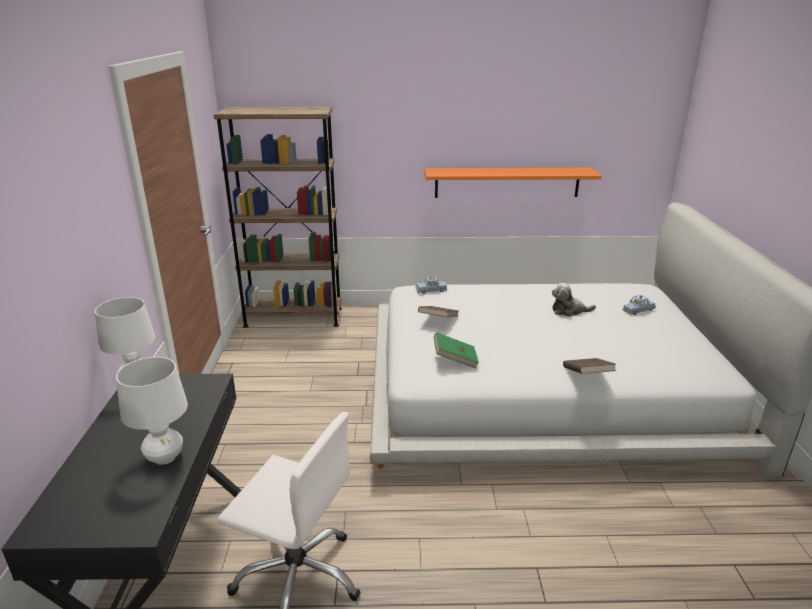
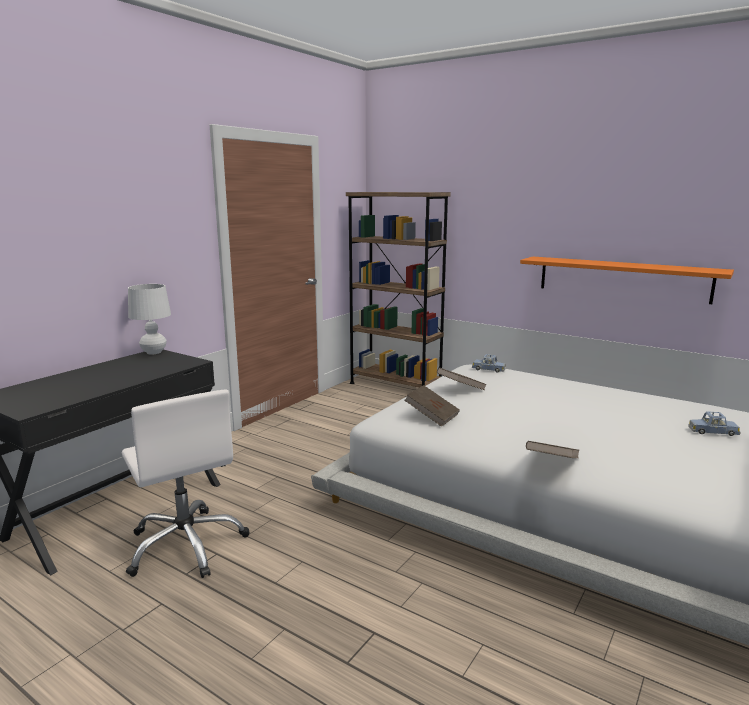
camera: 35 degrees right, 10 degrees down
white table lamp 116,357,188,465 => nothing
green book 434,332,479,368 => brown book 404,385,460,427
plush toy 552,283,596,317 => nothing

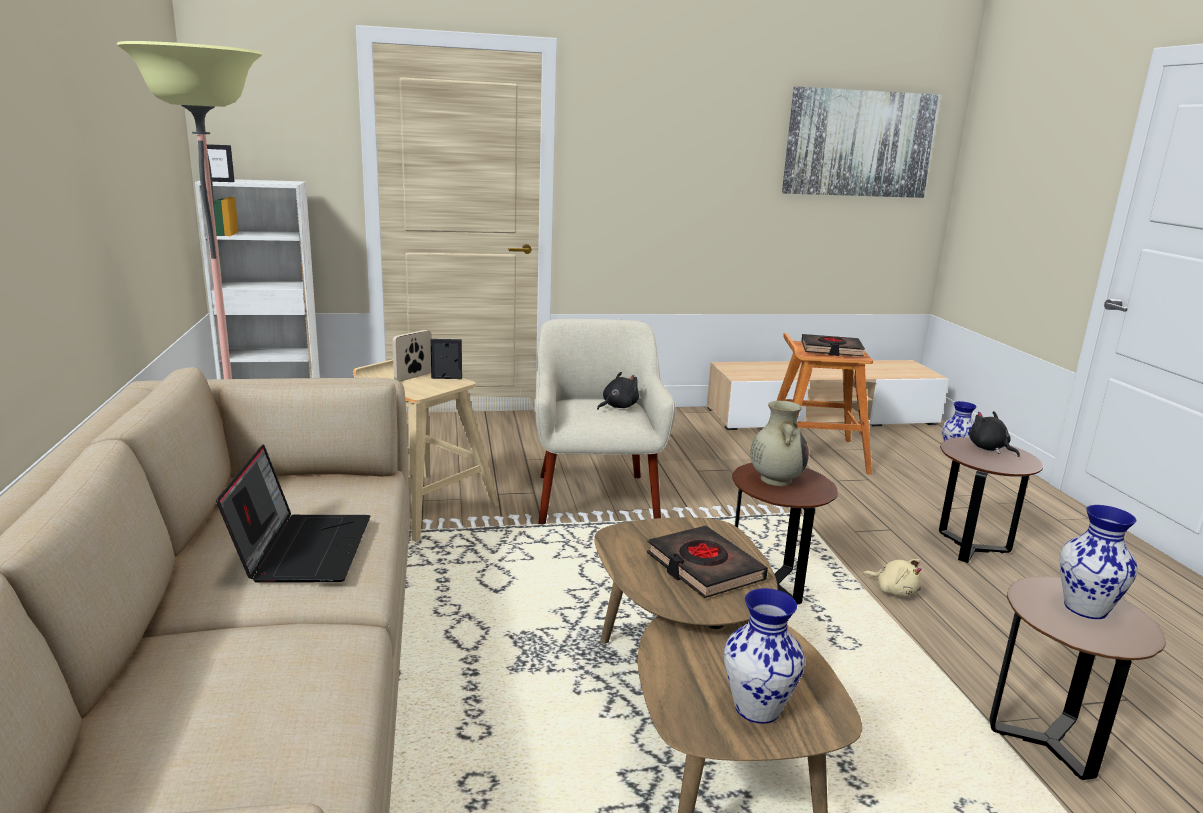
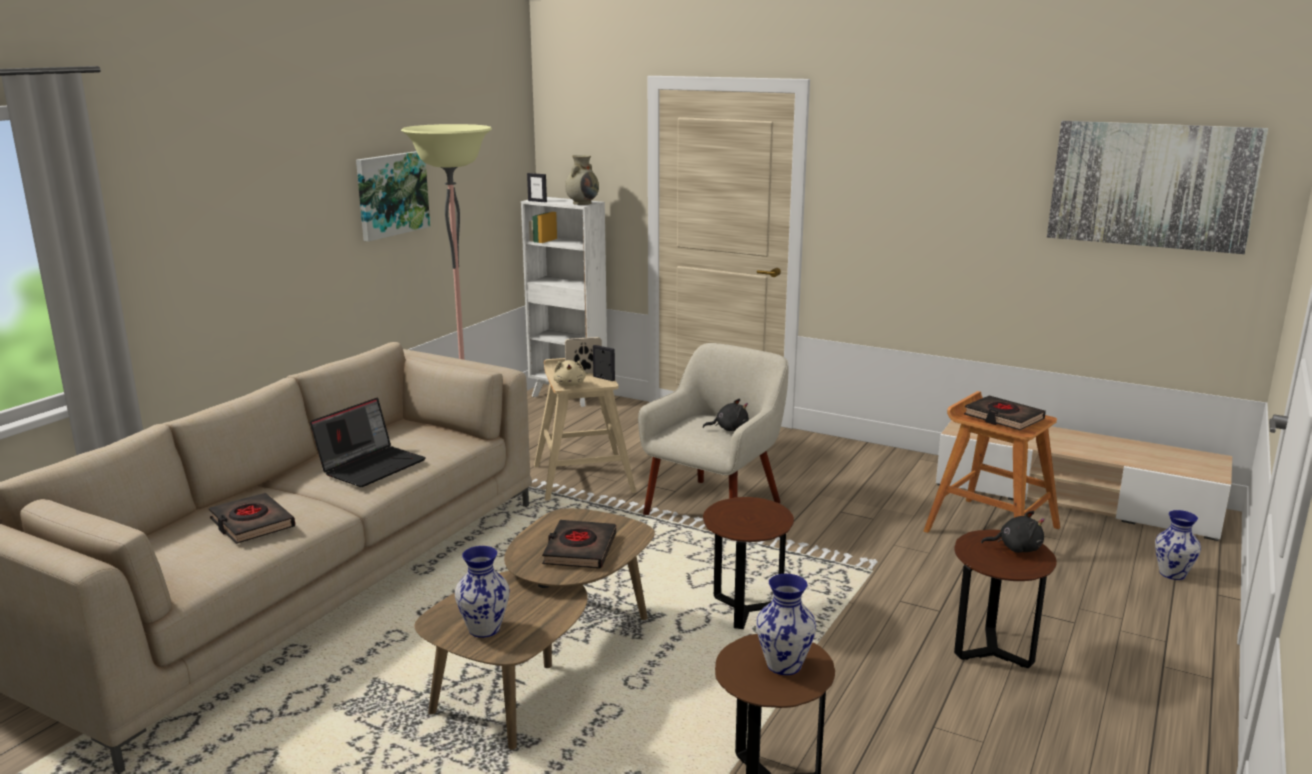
camera: 40 degrees right, 0 degrees up
beige vase 750,401,809,486 => beige vase 565,155,599,205, shifted
beige plush toy 863,559,922,596 => beige plush toy 553,360,586,386, shifted
black plush toy 969,411,1020,457 => black plush toy 981,511,1045,553, 90 degrees clockwise
nothing => black book 209,493,295,544
nothing => picture 356,151,430,242

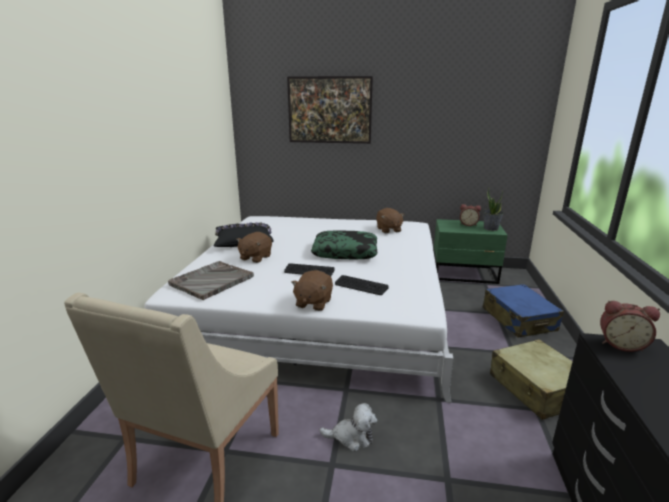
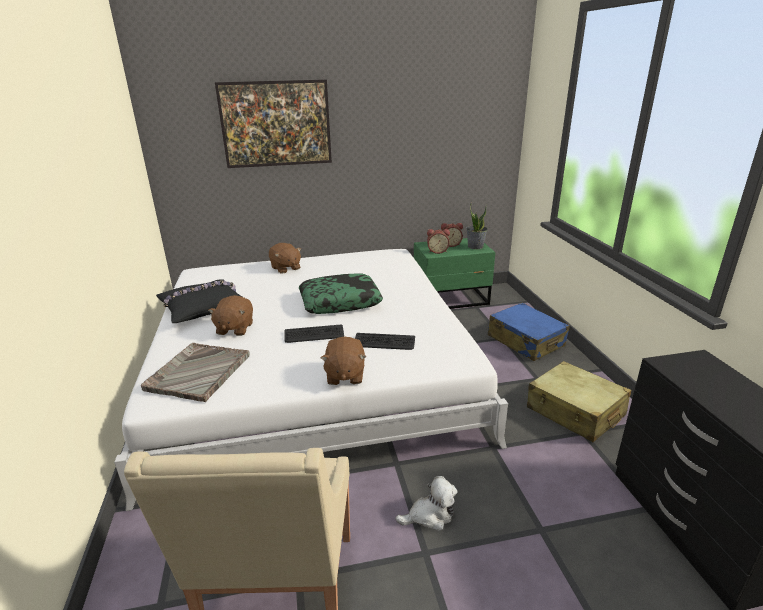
camera: 20 degrees left, 5 degrees up
brown plush toy 376,208,405,233 => brown plush toy 269,243,301,274, shifted
alarm clock 600,301,660,352 => alarm clock 427,229,450,254, shifted

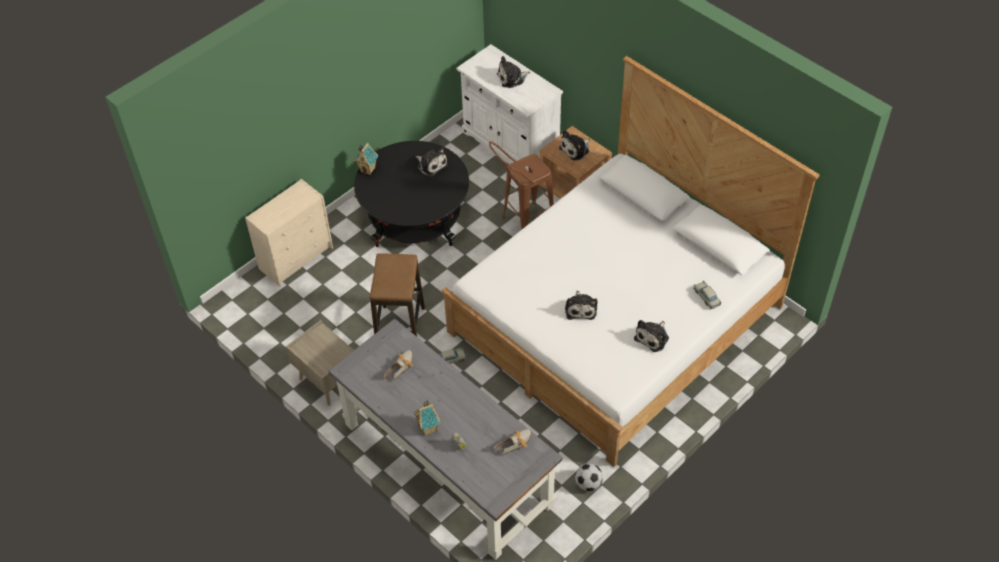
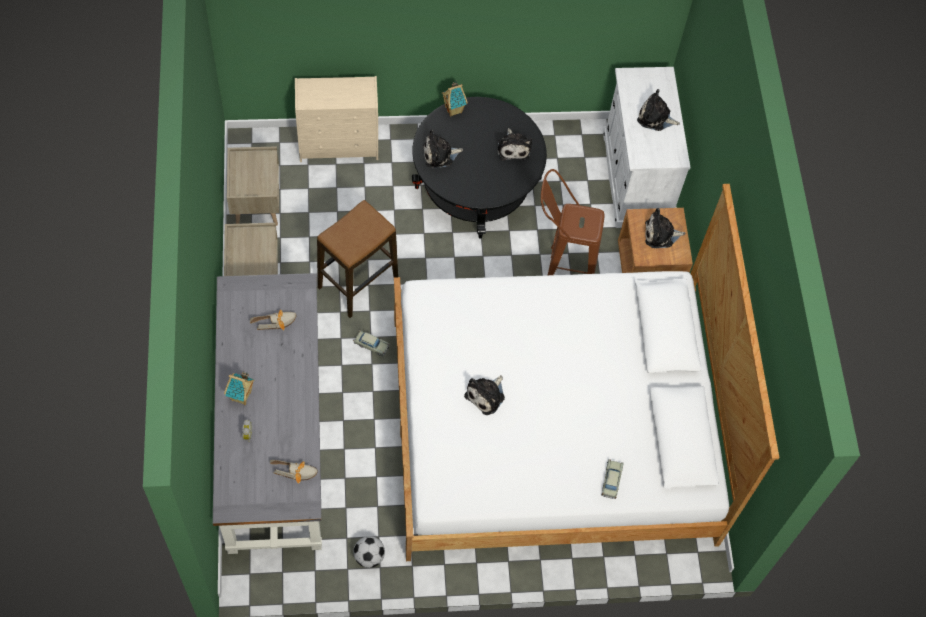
camera: 35 degrees right, 10 degrees up
plush toy 634,320,669,352 => plush toy 423,129,463,169, shifted
nothing => beige nightstand 227,146,279,226

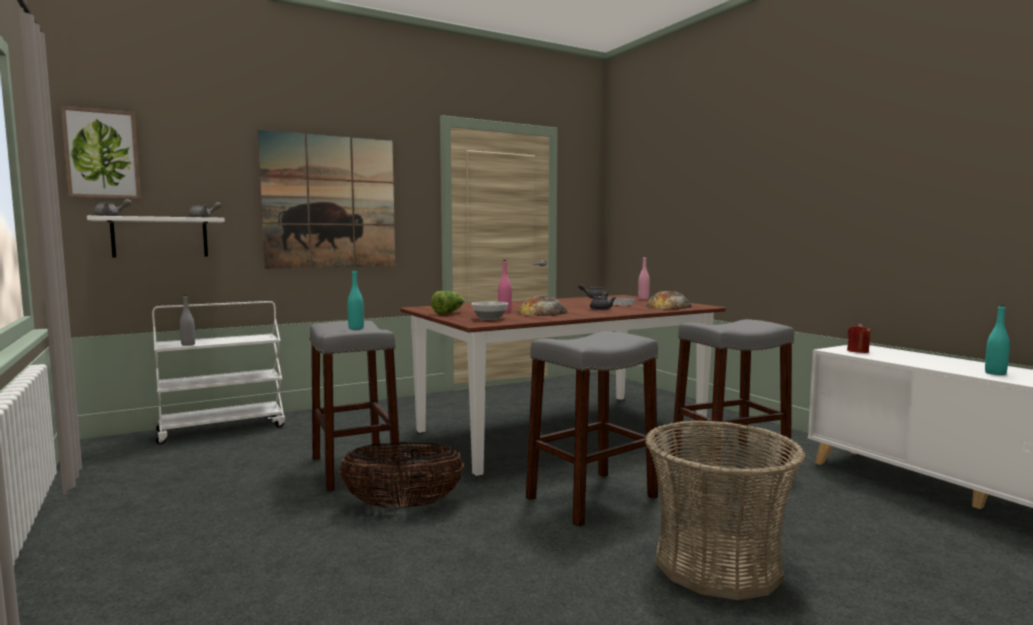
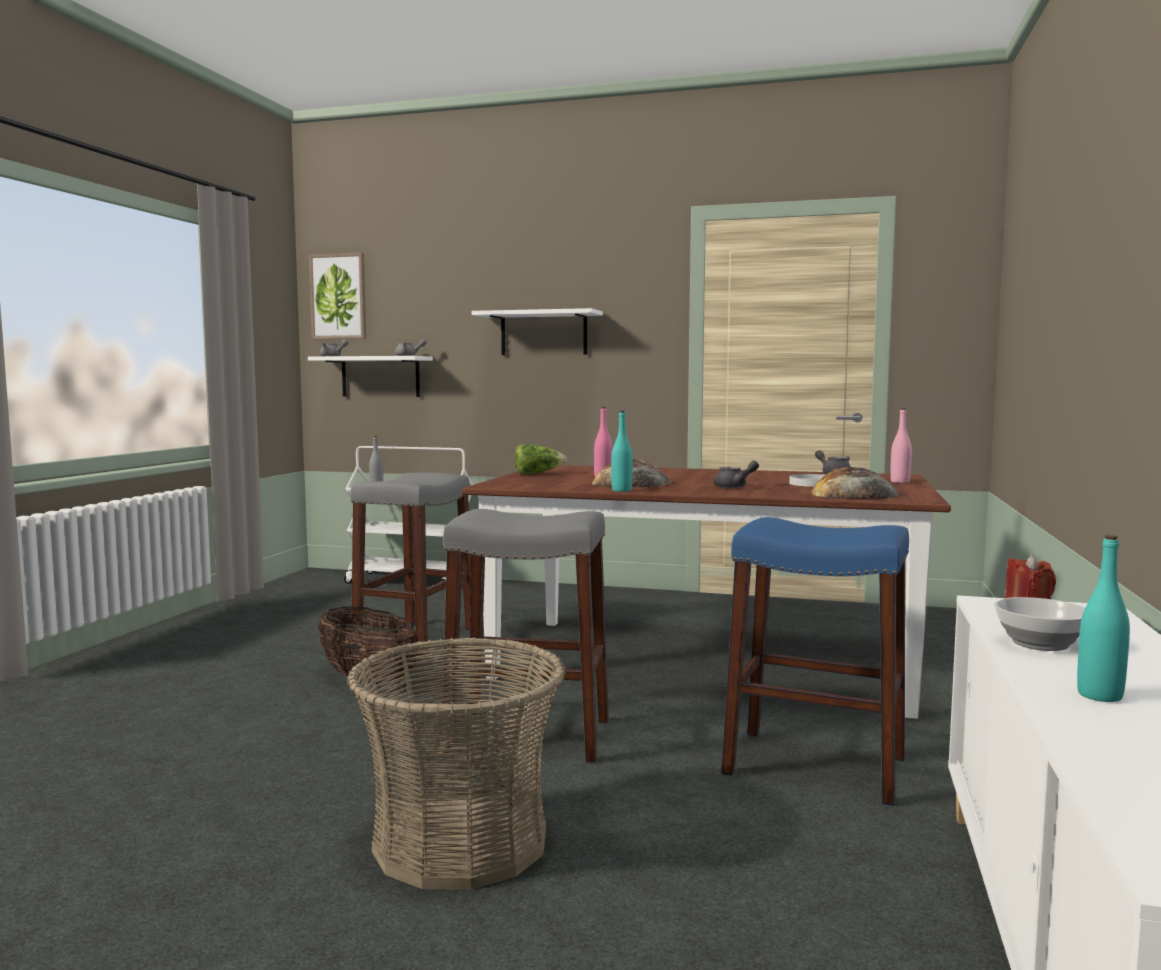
camera: 45 degrees right, 0 degrees up
picture 258,130,395,269 => white shelf 472,308,603,355
turquoise bottle 347,270,364,330 => turquoise bottle 611,411,632,492, shifted
bowl 471,302,508,320 => bowl 994,597,1085,651, shifted
grey stool 671,319,794,477 => blue stool 721,517,909,806

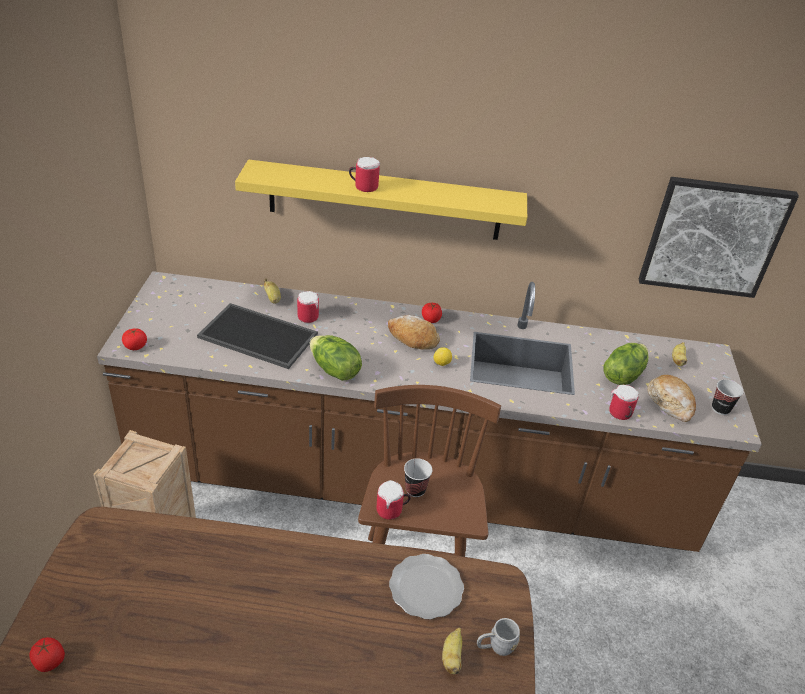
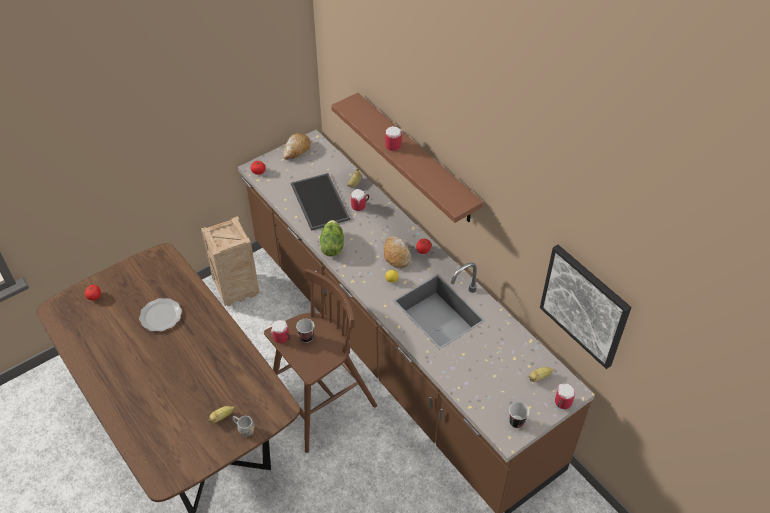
camera: 50 degrees right, 10 degrees up
yellow shelf 235,159,527,240 => brown shelf 331,93,483,223
plate 389,554,464,619 => plate 139,298,182,332, shifted
lettuce 604,343,649,385 => nothing
mug 609,385,639,420 => mug 555,384,575,409, shifted
bread 647,375,696,422 => bread 283,133,311,160, shifted

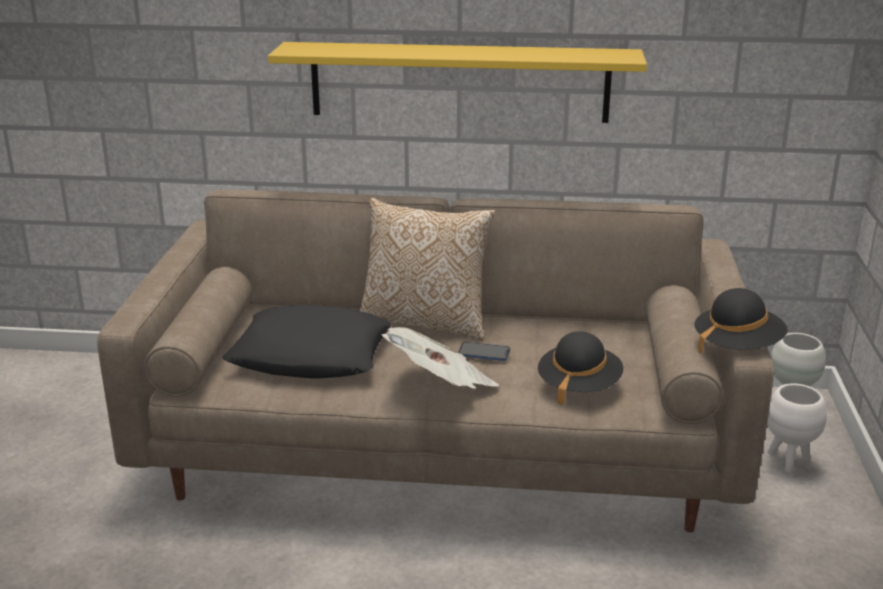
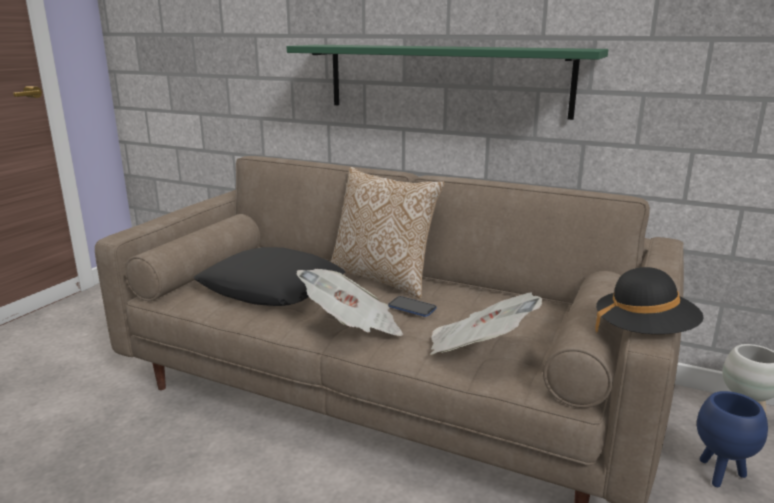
camera: 20 degrees right, 5 degrees down
yellow shelf 268,42,647,123 => green shelf 287,45,608,120
black hat 538,331,623,406 => newspaper 430,292,542,355
white planter 767,383,827,473 => blue planter 697,391,768,487

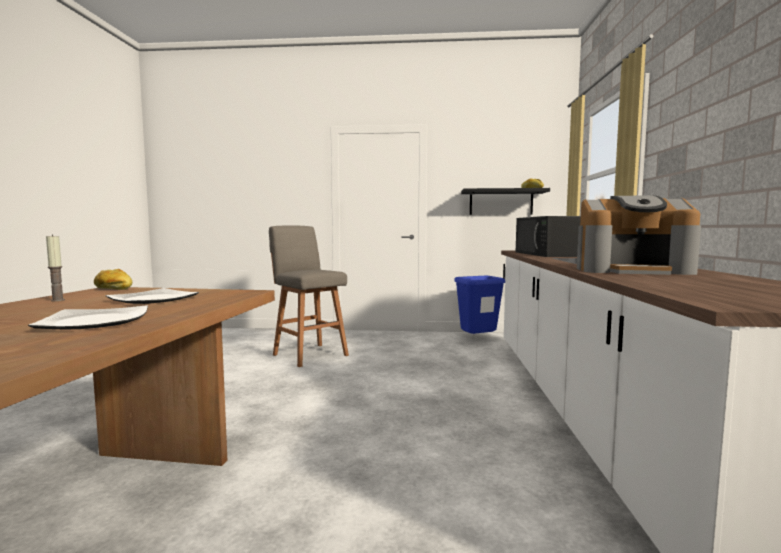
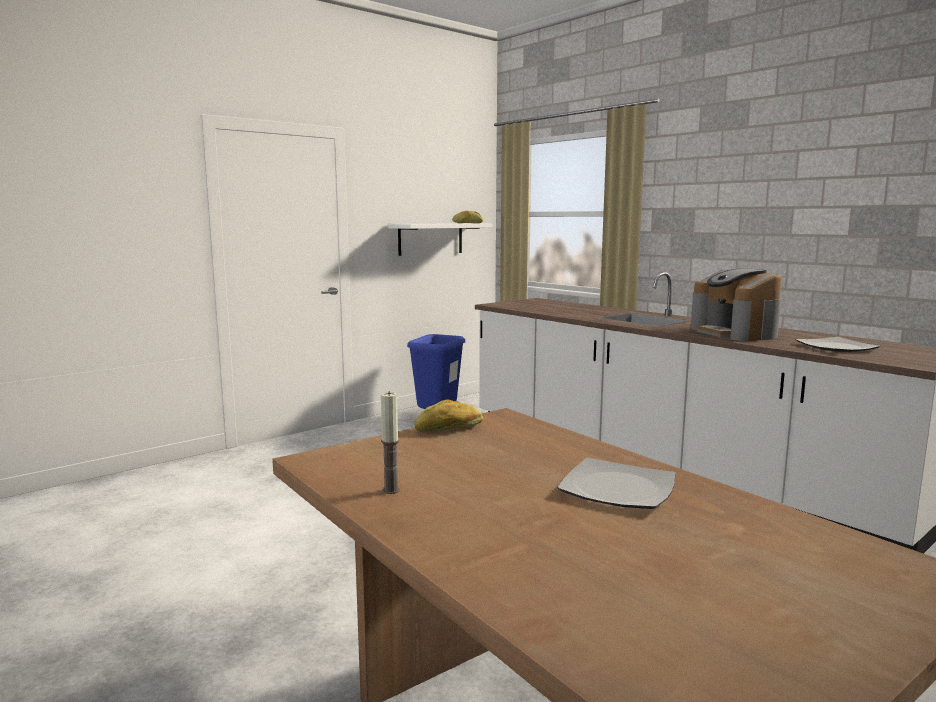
camera: 45 degrees left, 5 degrees up
bread 94,269,132,290 => bread 415,399,483,433, shifted
plate 106,288,199,304 => plate 796,337,880,352, shifted
grey stool 269,226,349,367 => nothing
black shelf 461,188,550,215 => white shelf 388,223,492,256
black microwave 516,216,581,257 => nothing
coffee machine 577,195,701,275 => coffee machine 691,269,781,341, 105 degrees clockwise

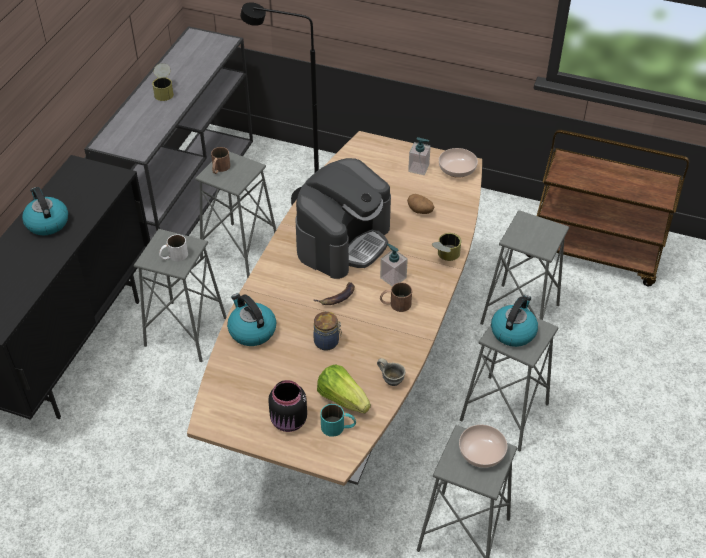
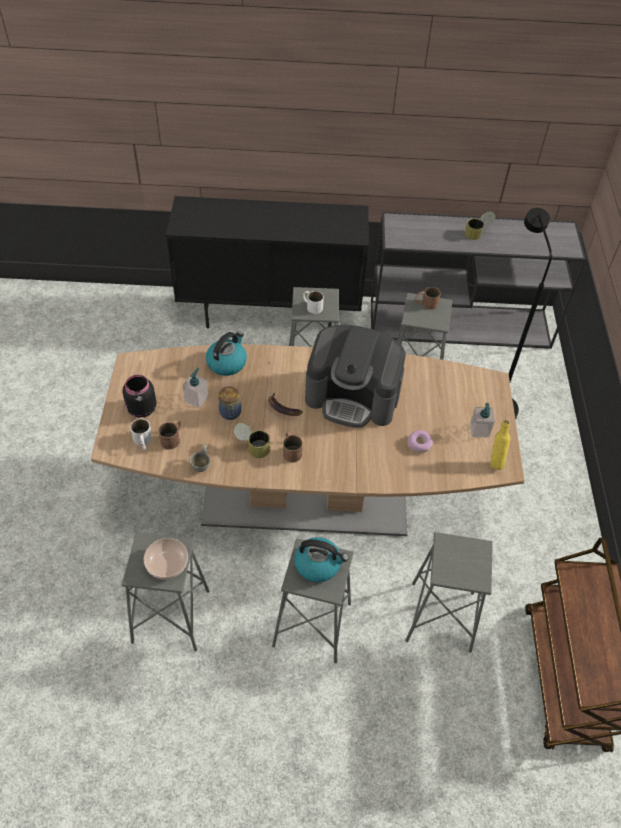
camera: 70 degrees right, 5 degrees up
kettle 22,187,68,235 => nothing
lettuce 317,364,371,413 => brown mug 158,420,181,450
turquoise mug 320,404,356,437 => white mug 130,419,153,450
soap dispenser 380,243,408,286 => soap dispenser 182,368,208,408, shifted
potato 407,194,435,214 => donut 408,430,433,453
can 432,233,462,261 => can 234,423,270,458, shifted
bowl 439,148,478,178 => yellow bottle 490,420,510,470

